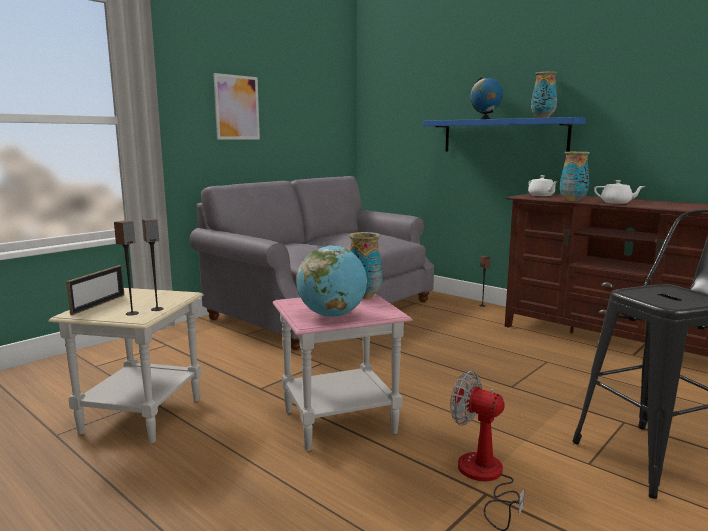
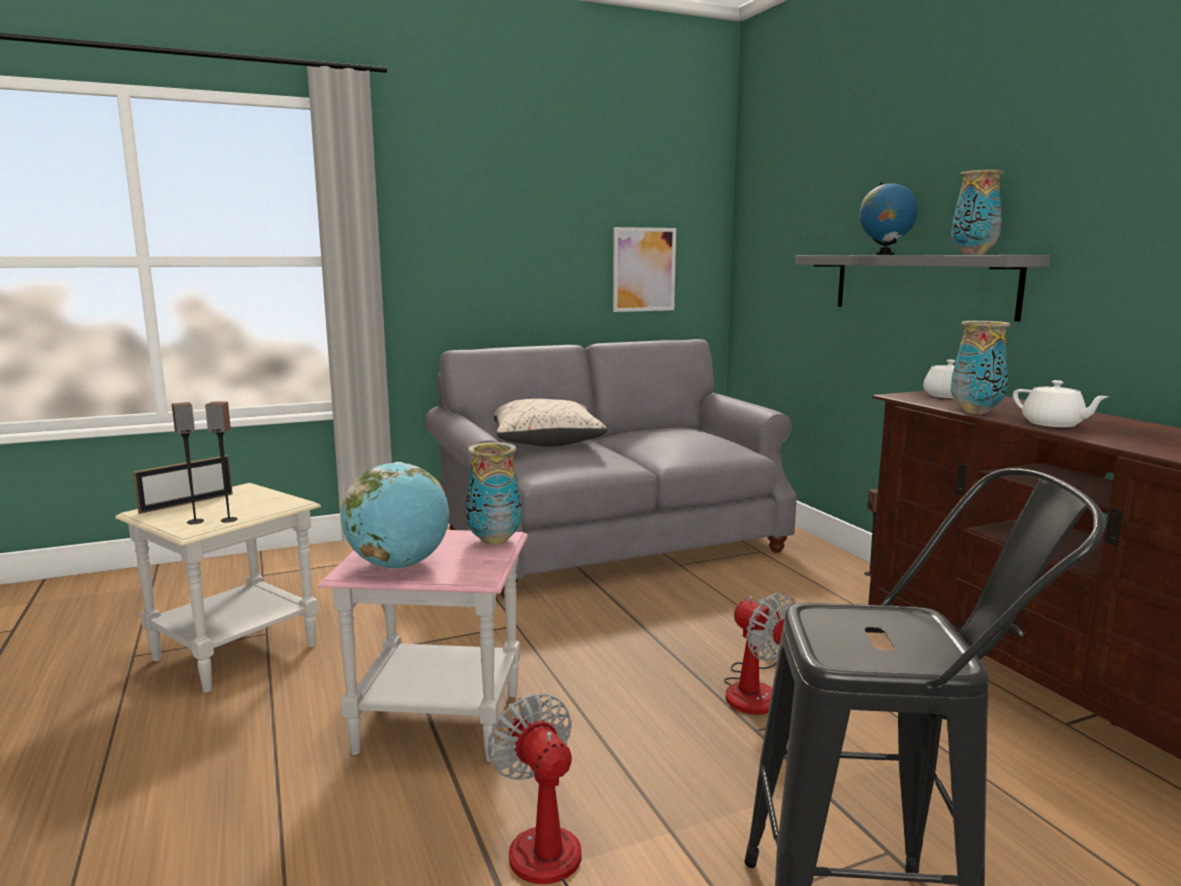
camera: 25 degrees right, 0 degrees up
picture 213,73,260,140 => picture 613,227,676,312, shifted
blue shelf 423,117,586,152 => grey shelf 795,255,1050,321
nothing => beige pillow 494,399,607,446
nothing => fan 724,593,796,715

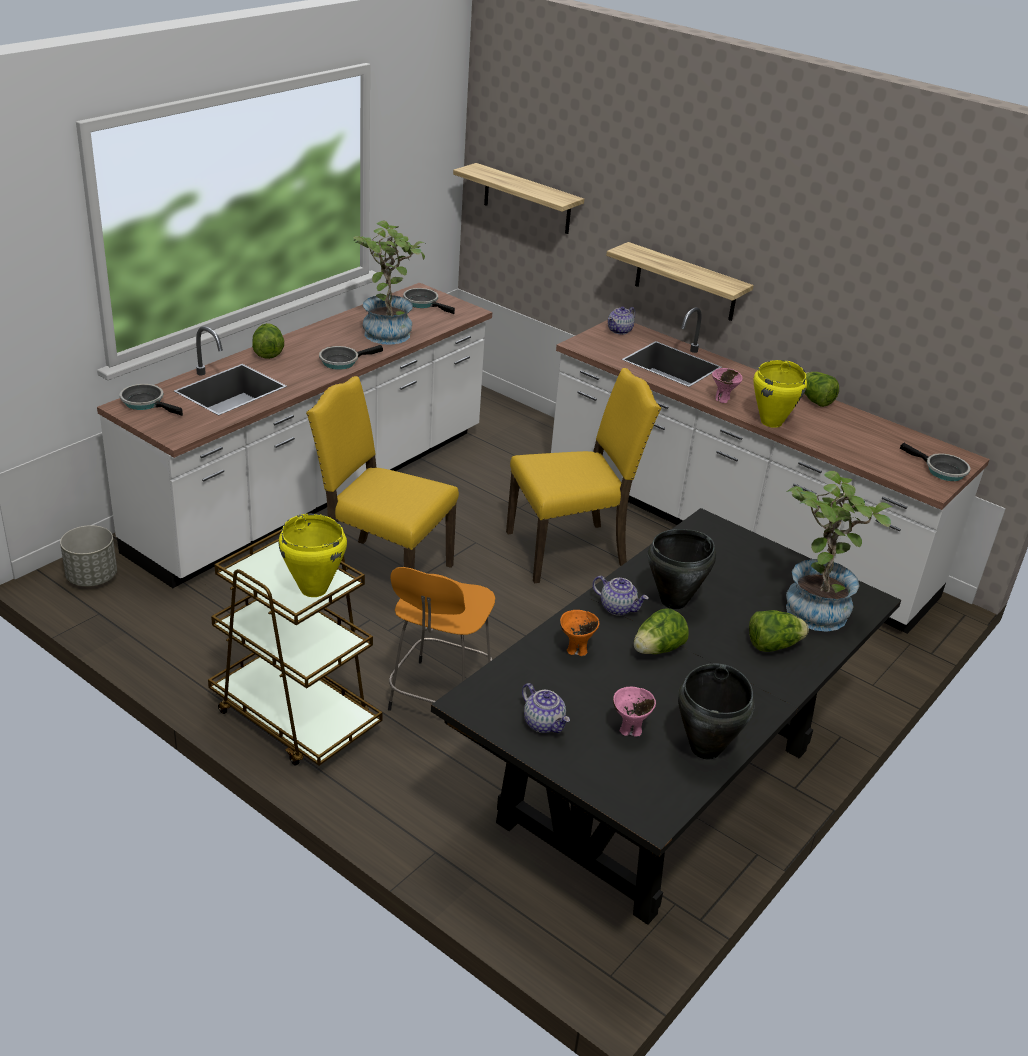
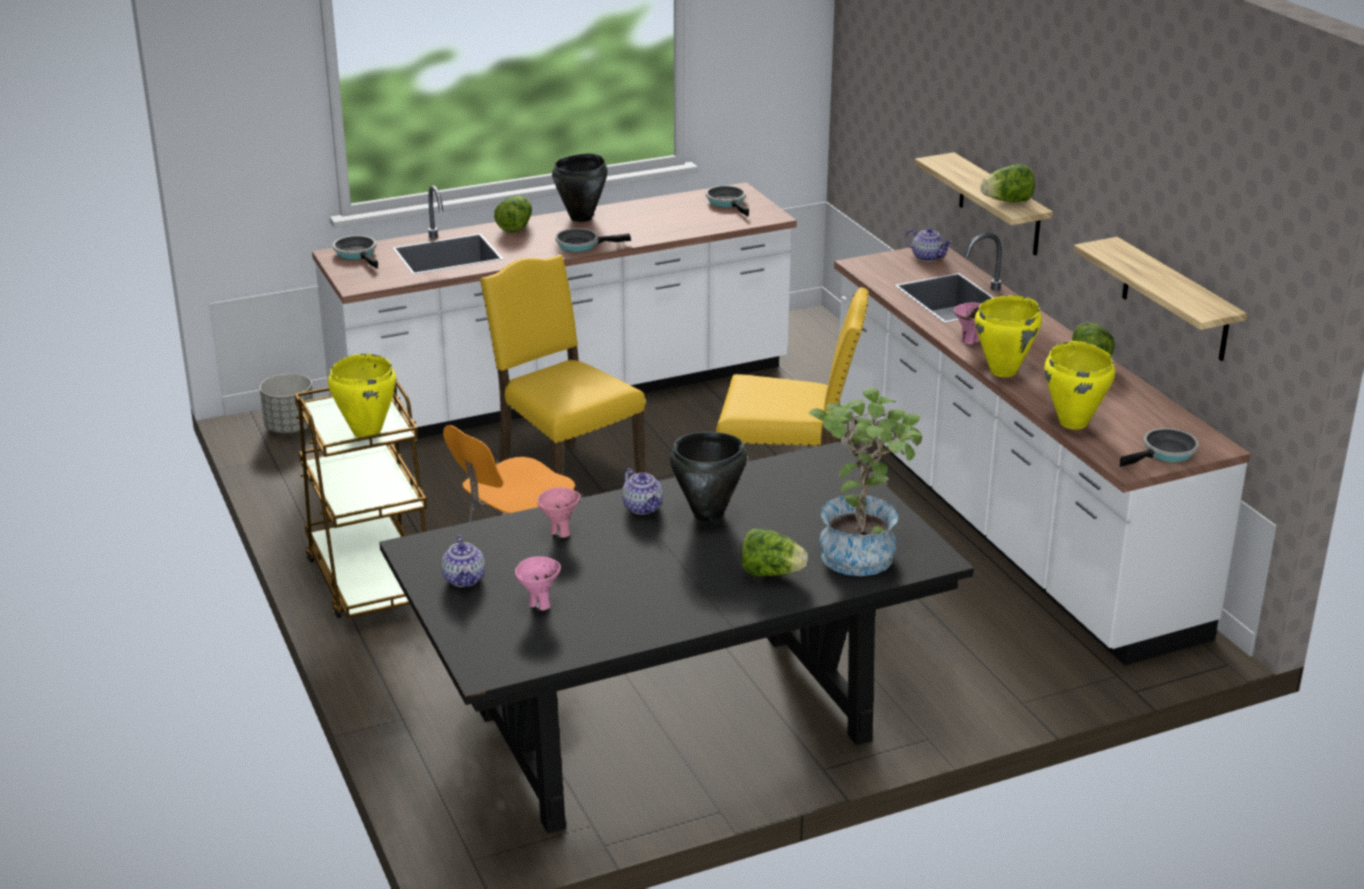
camera: 30 degrees right, 5 degrees down
potted plant 354,220,425,345 => nothing
shelf 453,163,584,234 => shelf 1074,237,1247,361, shifted
orange bowl 560,610,599,656 => pink bowl 537,487,580,538
teapot 608,306,635,335 => teapot 905,228,952,262, 120 degrees counterclockwise
lettuce 634,609,689,654 => lettuce 980,164,1035,202, shifted
black cooking pot 678,663,755,759 => black cooking pot 552,154,608,222, shifted
frying pan 900,443,970,481 => frying pan 1120,428,1199,467, 105 degrees counterclockwise
nothing => yellow cooking pot 1044,341,1115,429

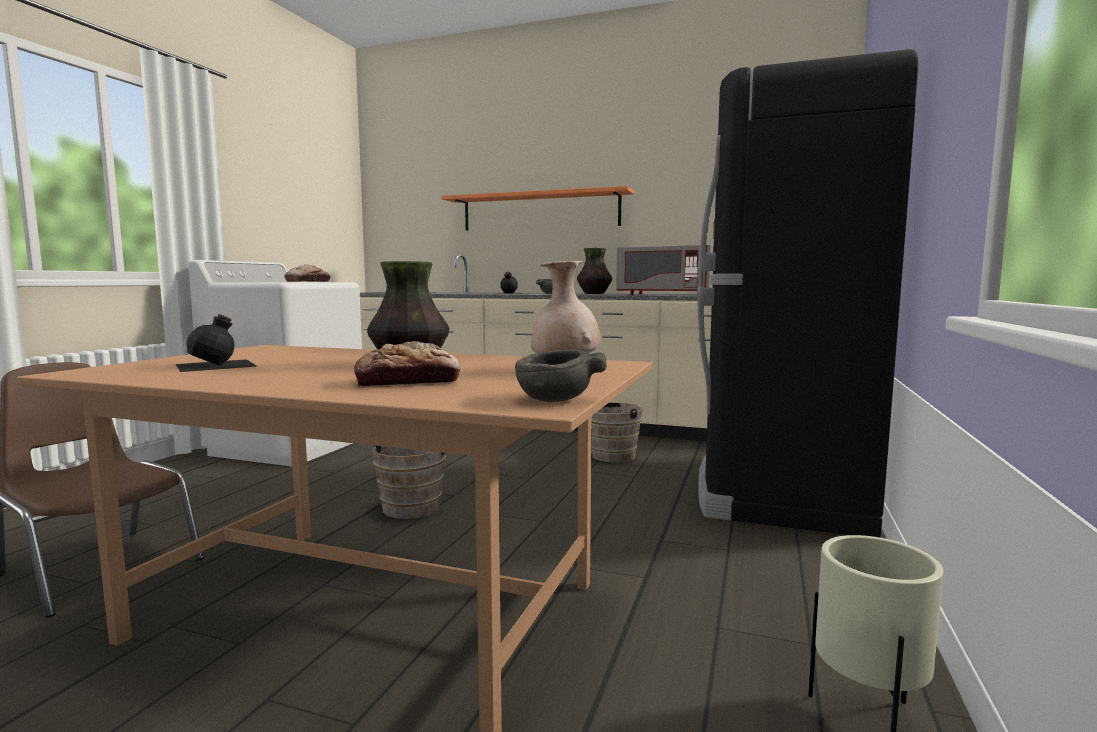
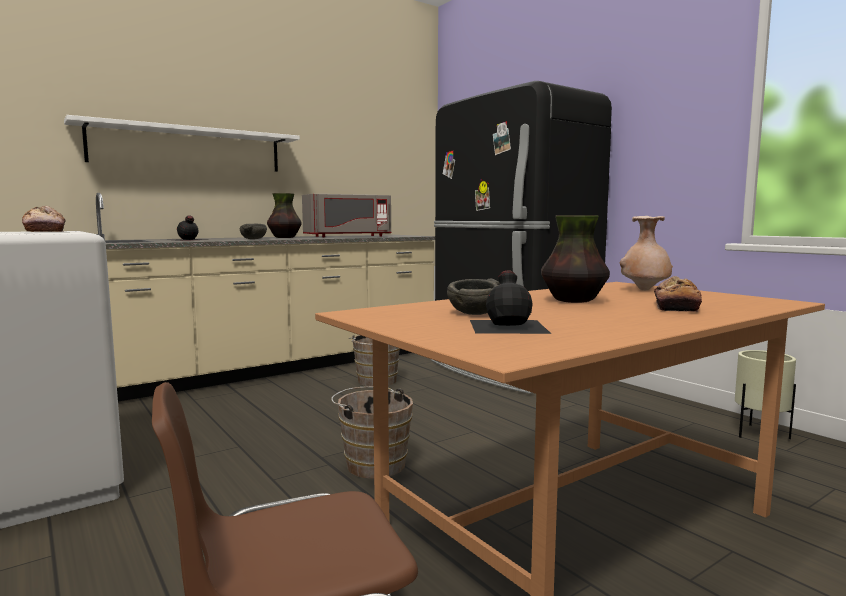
camera: 55 degrees left, 0 degrees up
orange shelf 442,186,634,231 => white shelf 64,115,300,172
grey bowl 515,350,607,402 => grey bowl 447,279,500,315, shifted

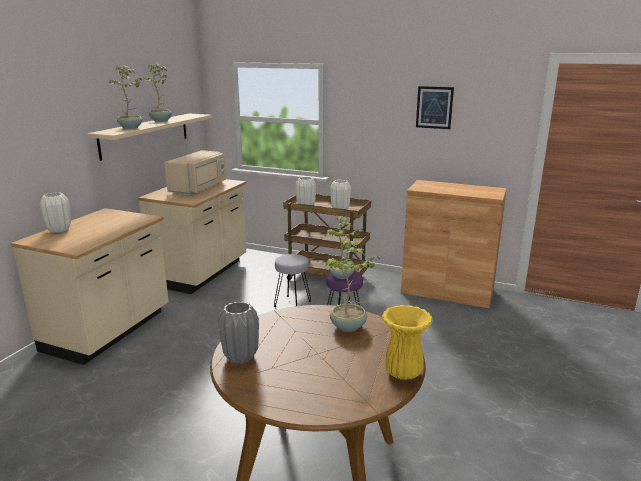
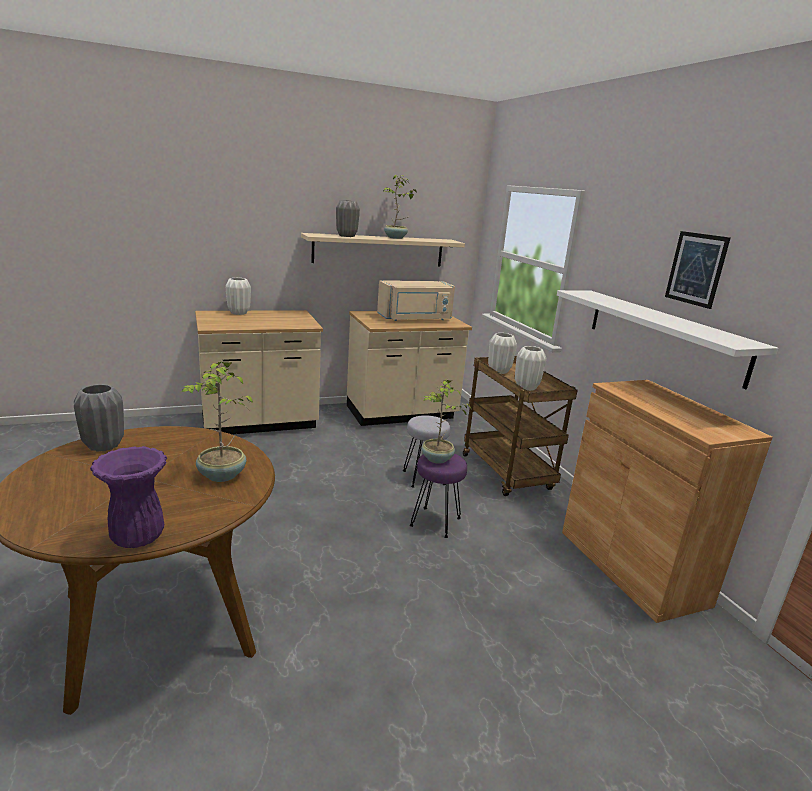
camera: 45 degrees right, 0 degrees up
potted plant 109,66,142,129 => grey vase 336,200,360,237
yellow vase 382,305,433,380 => purple vase 90,446,167,548
nothing => white shelf 557,290,778,389

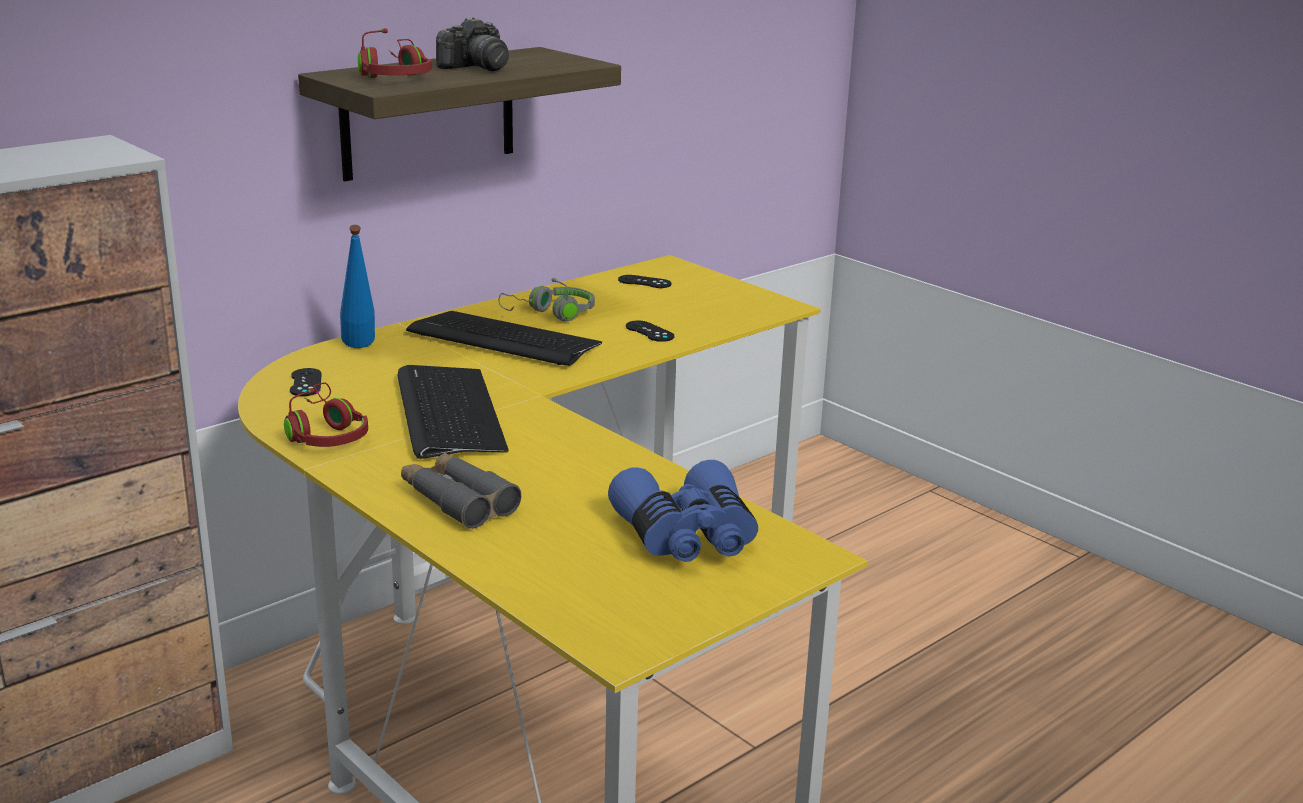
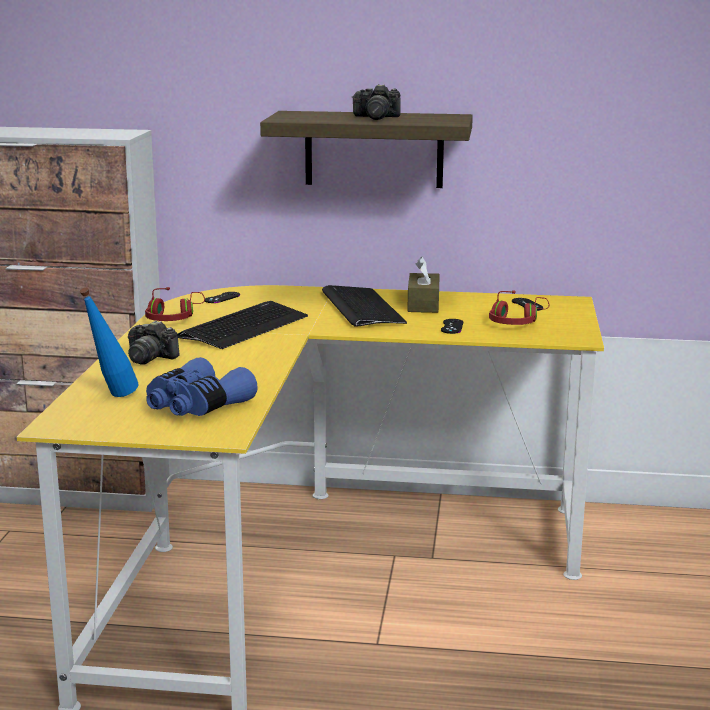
camera: 50 degrees right, 5 degrees down
blue bottle 340,225,375,348 => blue bottle 80,288,139,397, shifted
red headphones 358,28,432,78 => red headphones 489,290,549,325, shifted
grey binoculars 401,453,521,529 => photo camera 128,321,180,365
grey headphones 498,278,595,321 => brown tissue box 407,257,440,313

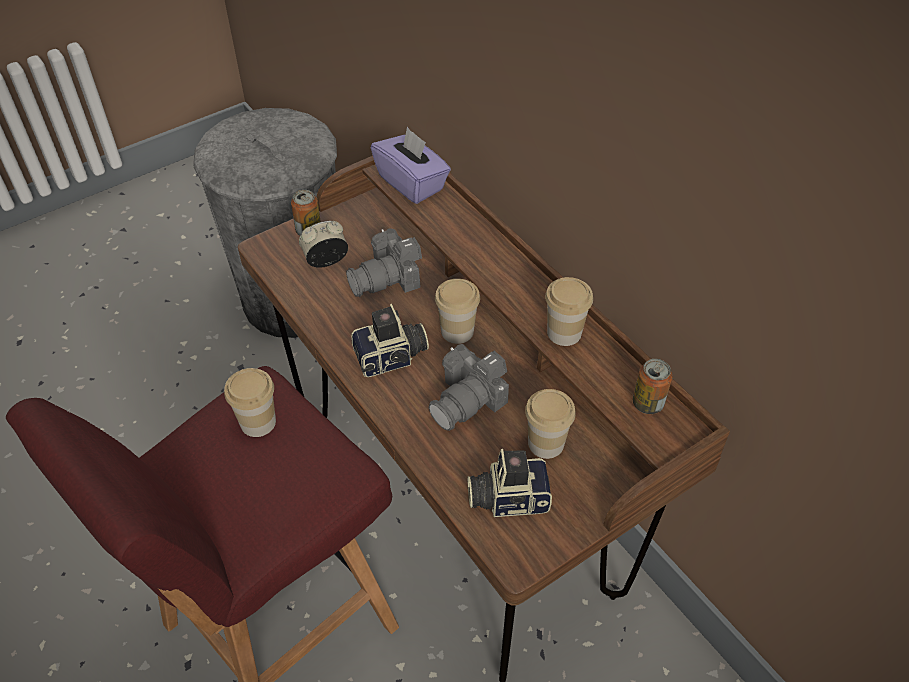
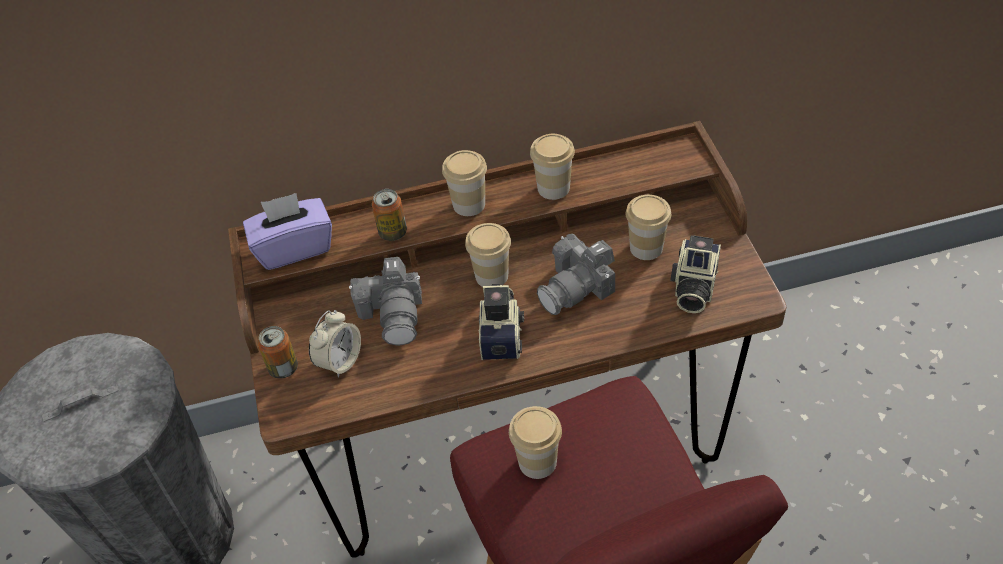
camera: 65 degrees left, 0 degrees up
alarm clock 299,221,348,268 => alarm clock 309,310,361,378, 150 degrees counterclockwise
photo camera 429,344,509,431 => photo camera 537,234,615,315, 75 degrees clockwise
can 633,359,672,414 => can 372,189,407,241, shifted
nothing => cup 442,150,487,216

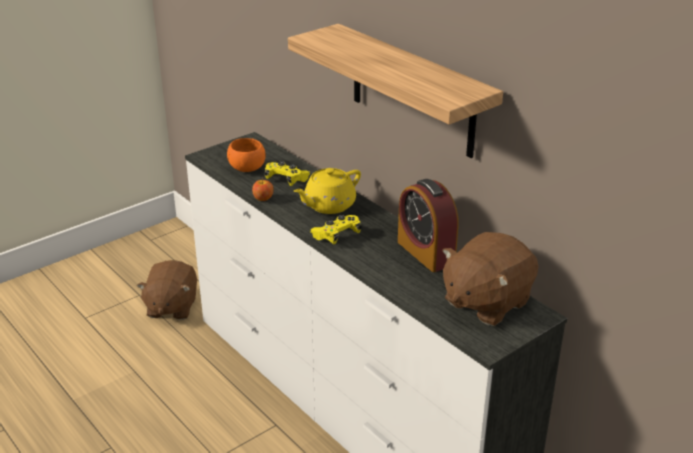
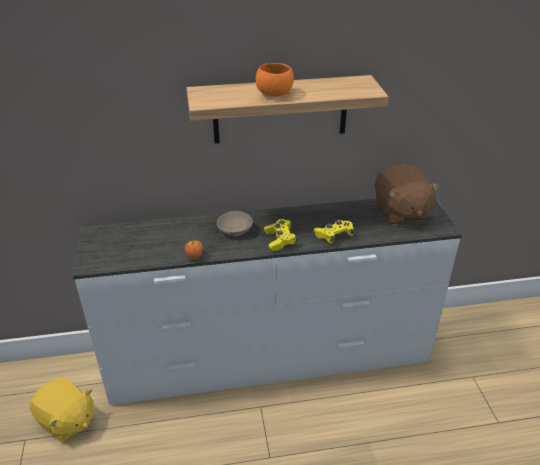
camera: 60 degrees left, 5 degrees up
brown plush toy 137,260,197,320 => yellow plush toy 30,377,94,443
orange bowl 227,138,266,172 => orange bowl 256,63,294,97, shifted
yellow game controller 264,161,310,186 => yellow game controller 314,220,354,244, shifted
yellow teapot 294,168,361,214 => beige bowl 217,211,253,236
alarm clock 398,179,458,272 => nothing

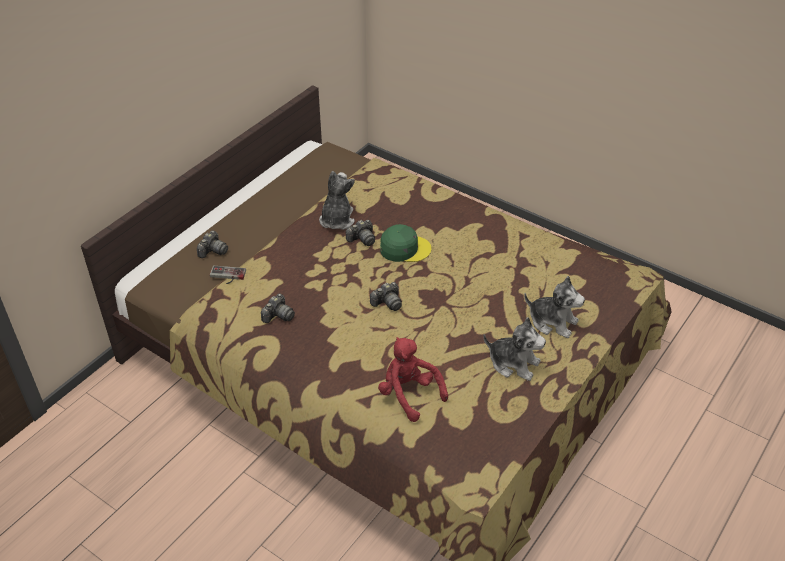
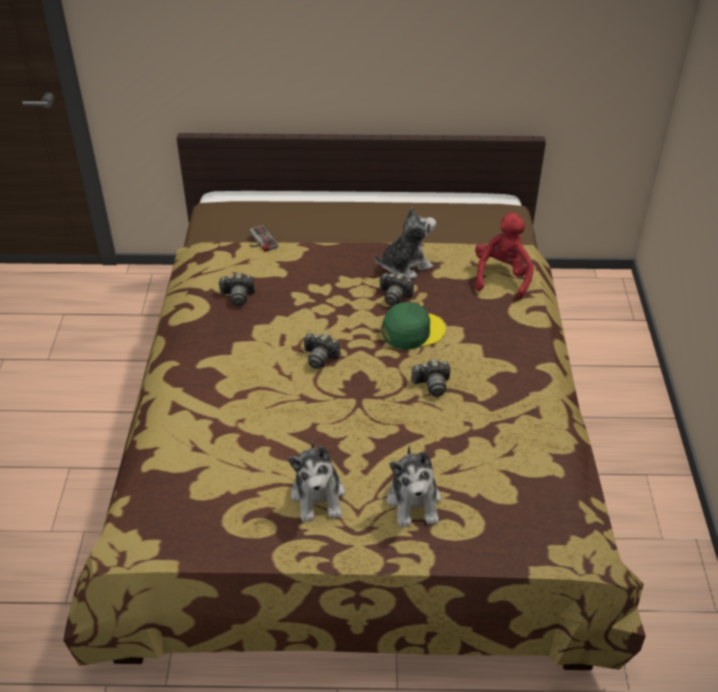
camera: 55 degrees right, 0 degrees up
photo camera 197,231,228,258 => photo camera 411,359,450,397, shifted
red plush toy 378,337,448,422 => red plush toy 475,213,534,299, shifted
green cap 380,224,432,262 => green cap 382,302,446,350, 75 degrees counterclockwise

